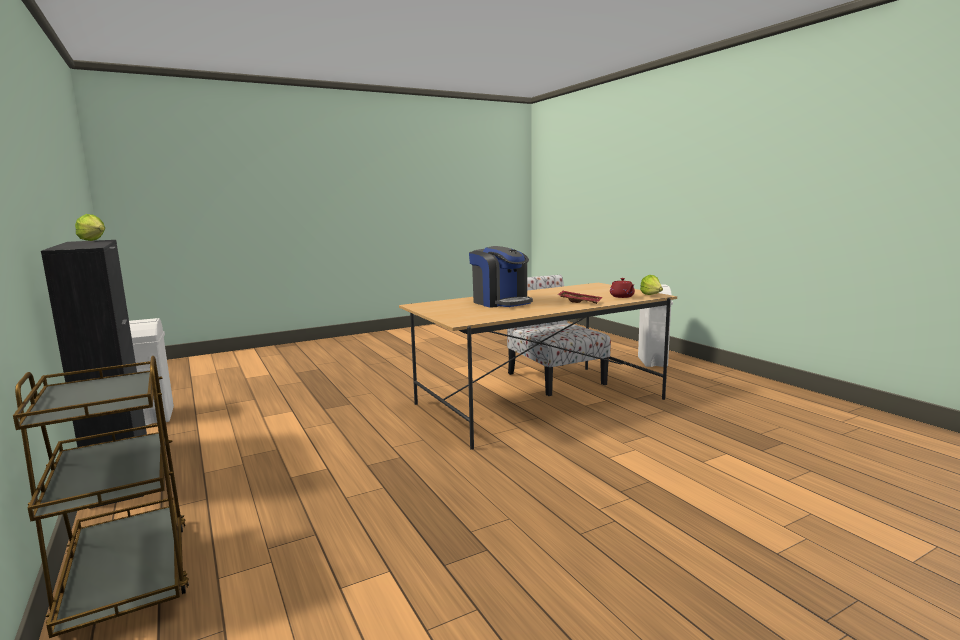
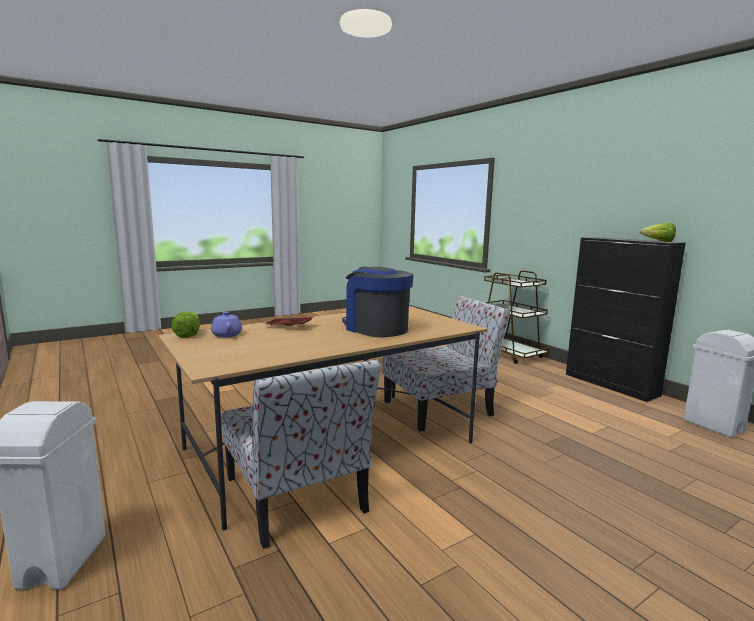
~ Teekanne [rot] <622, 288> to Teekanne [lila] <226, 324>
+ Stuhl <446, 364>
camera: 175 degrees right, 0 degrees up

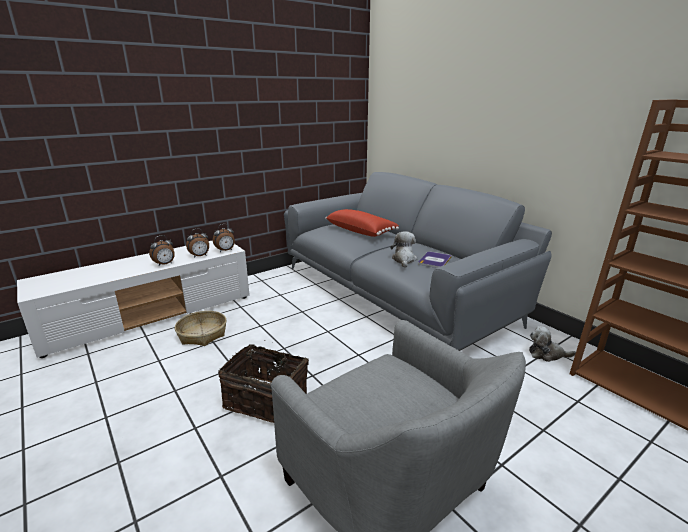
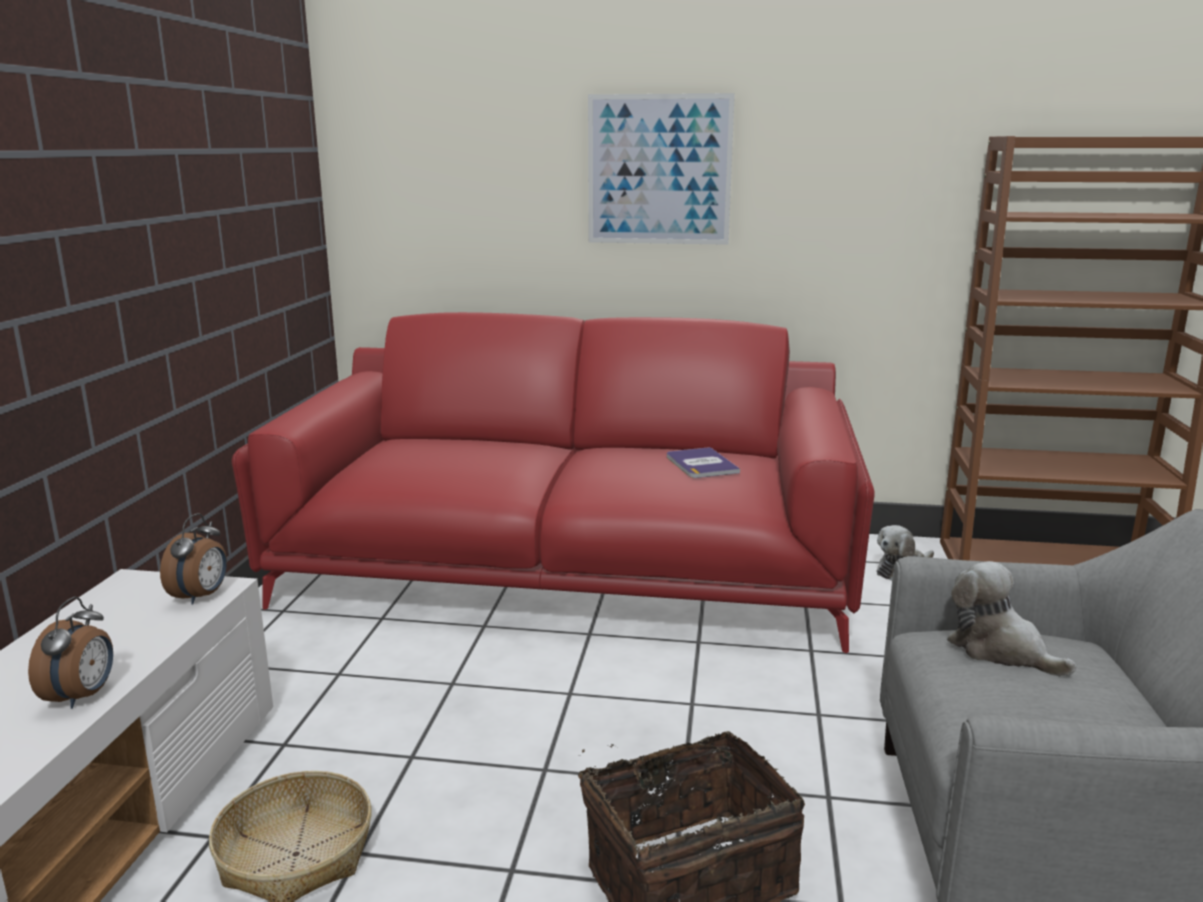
~ Sofa [grau] <418, 261> to Sofa [rot] <553, 482>
- Kissen [rot] <362, 223>
- Wecker <197, 243>
~ Plüschtier <404, 249> to <1011, 618>
+ Bild <661, 169>
camera: 45 degrees left, 5 degrees down

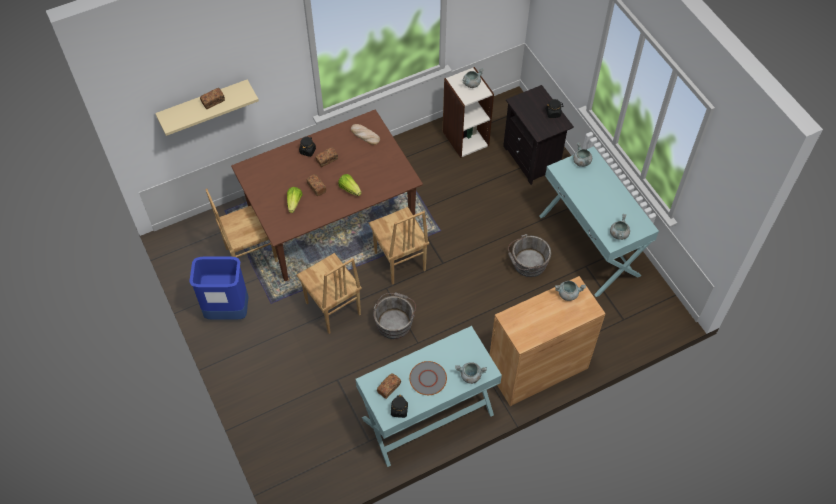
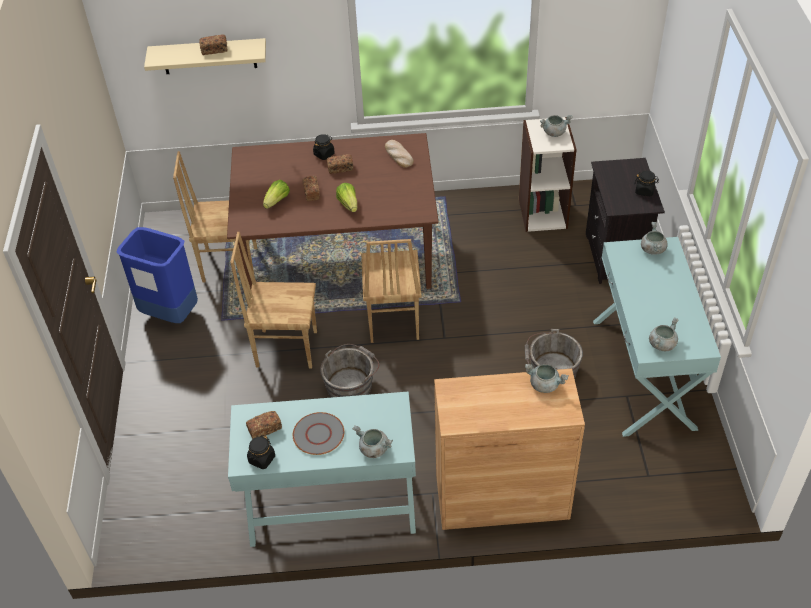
~ Stuhl [braun] <329, 293> = <273, 300> 105 degrees clockwise
camera: 25 degrees right, 10 degrees down

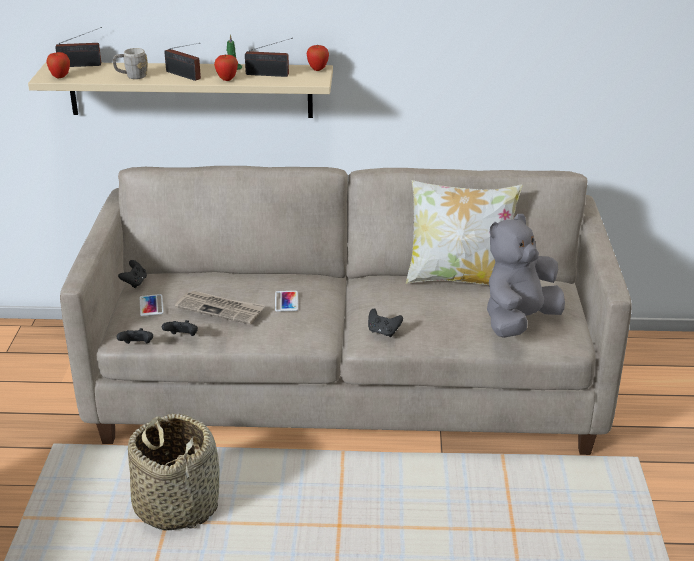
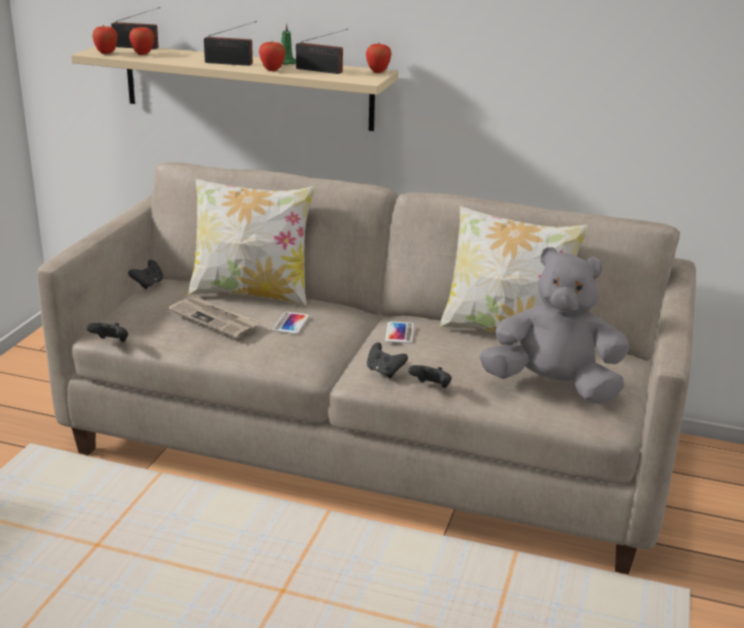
~ Radio <182, 62> = <230, 43> 45 degrees counterclockwise
- Henkelbecher [grau] <130, 63>
~ Plüschtier [grau] <526, 276> = <554, 325> 45 degrees clockwise
~ Handy <152, 305> to <399, 332>
~ Gamepad [schwarz] <180, 328> to <430, 376>
- Korb <173, 472>
+ Apfel <141, 41>
+ Kissen <251, 243>
camera: 15 degrees right, 5 degrees down

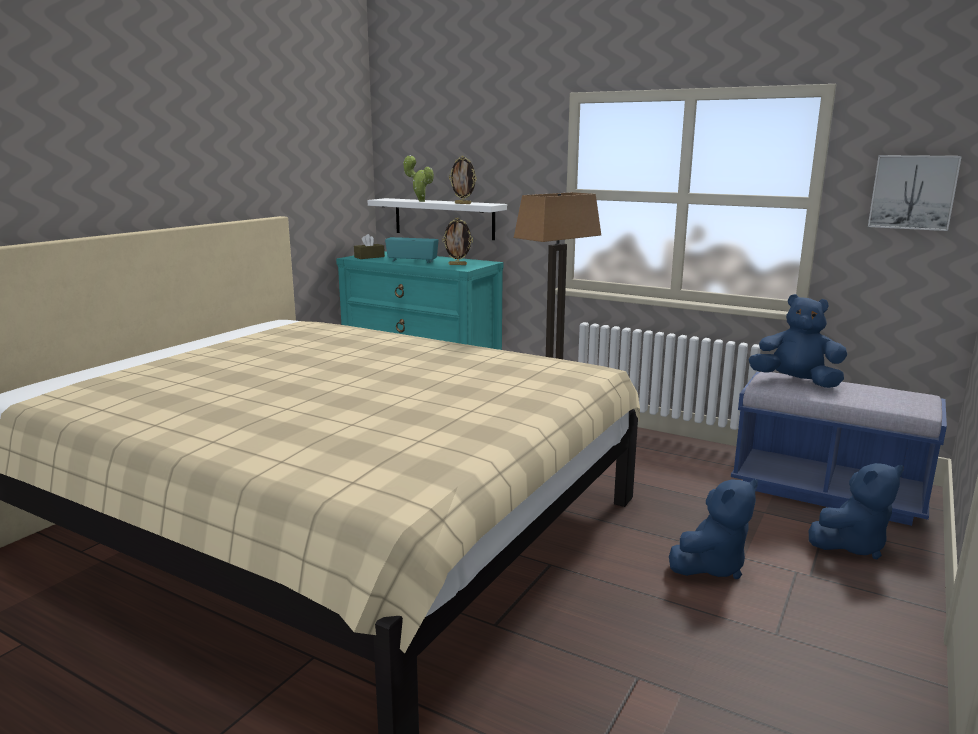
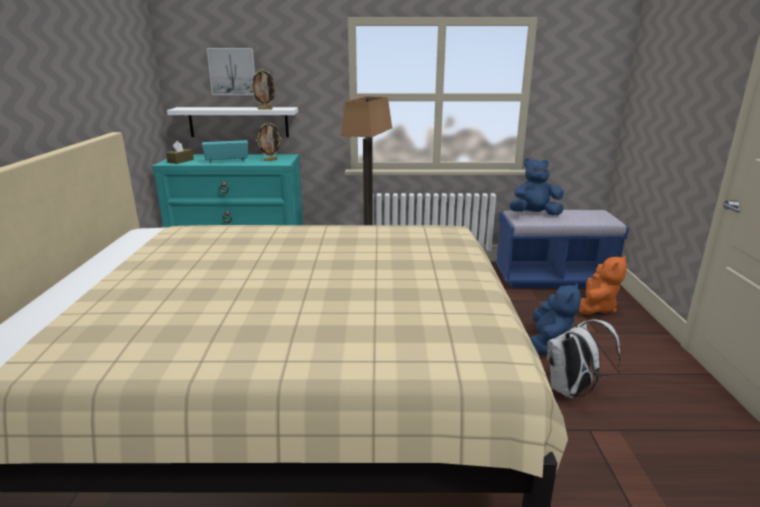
- Topfpflanze <418, 178>
~ Bild <915, 193> to <231, 71>
~ Plüschtier [blau] <856, 511> to Plüschtier [orange] <603, 285>
+ Rucksack [weiß] <584, 359>
camera: 30 degrees left, 5 degrees up

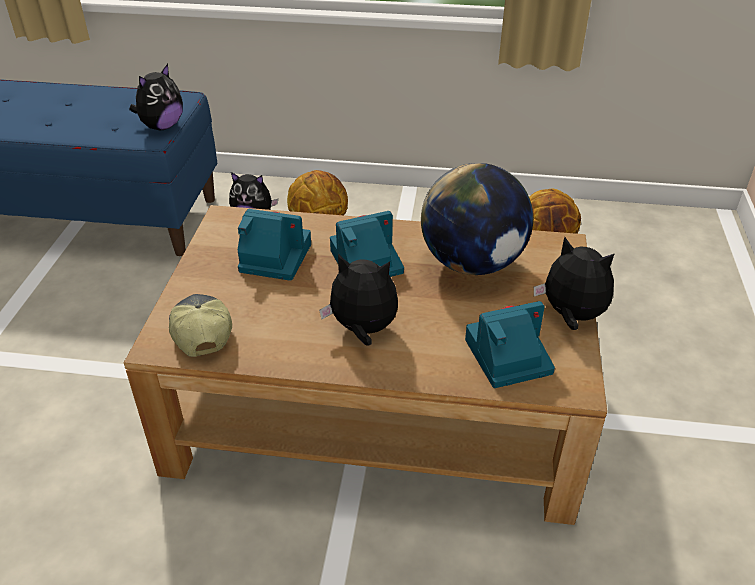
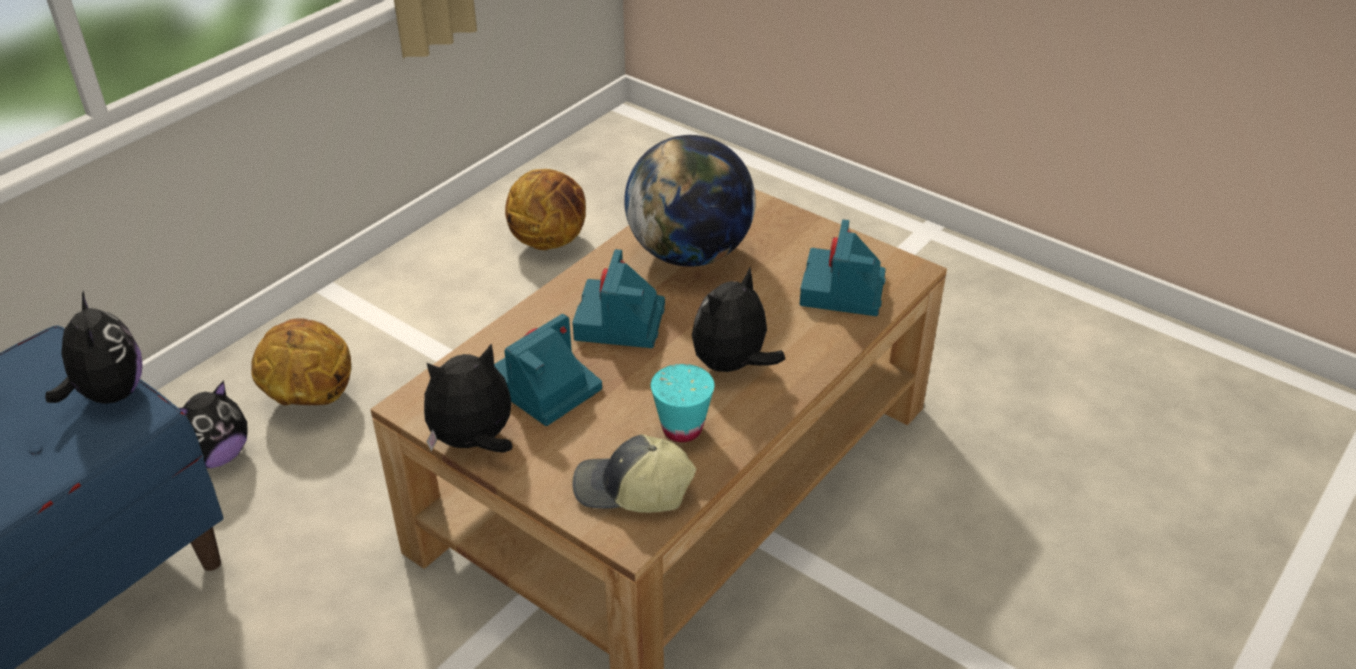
~ Plüschtier <574, 283> to <468, 398>
+ Tasse [türkis] <682, 403>
camera: 60 degrees left, 0 degrees up

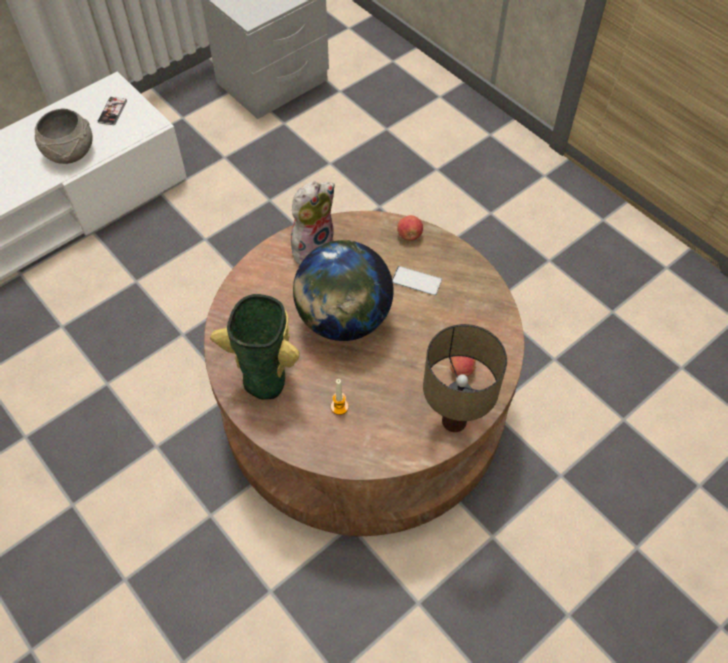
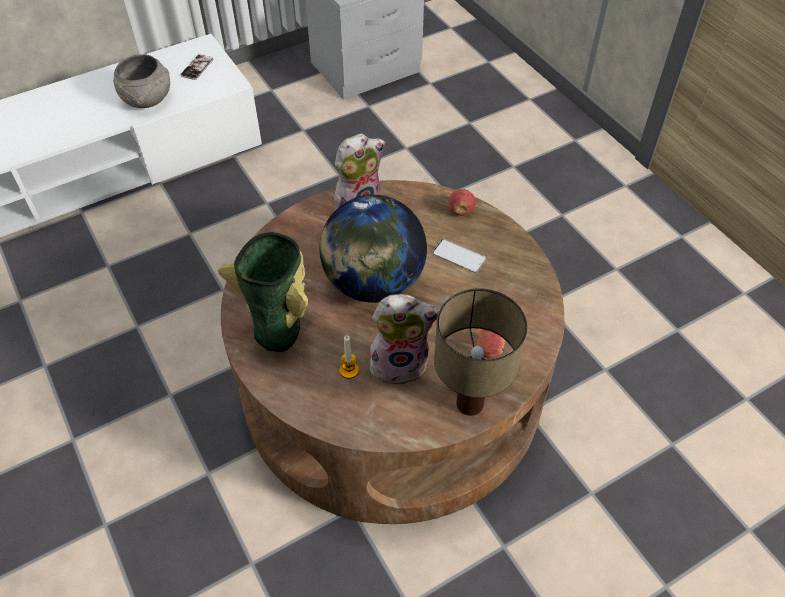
+ Plüschtier <404, 340>
camera: 10 degrees right, 5 degrees down

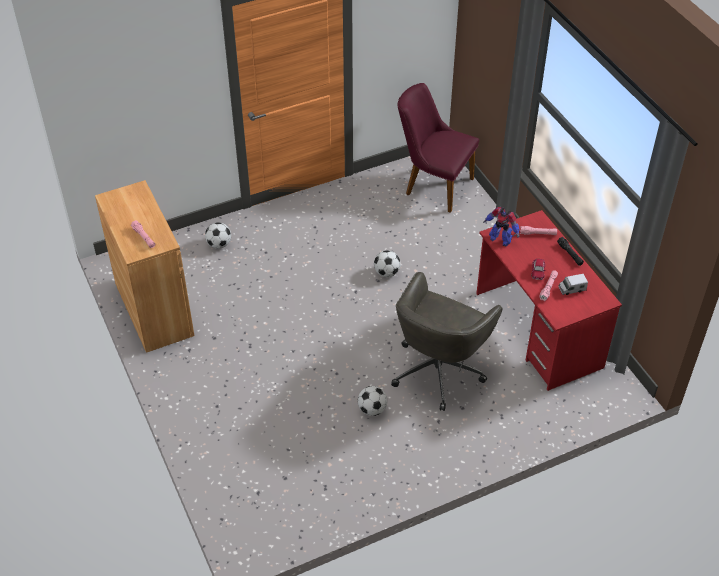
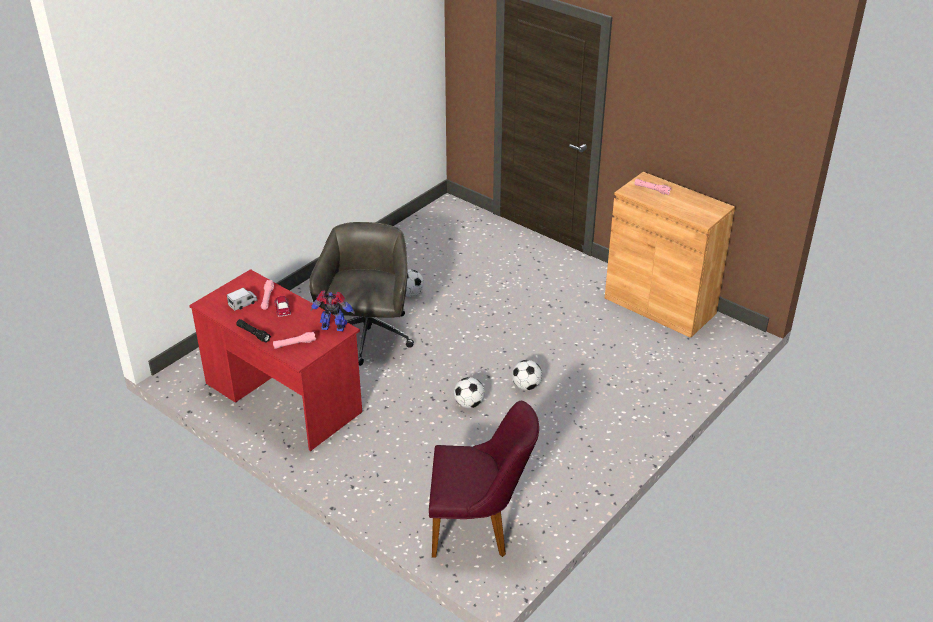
~ Fußball <218, 235> to <527, 375>
camera: 155 degrees right, 10 degrees down

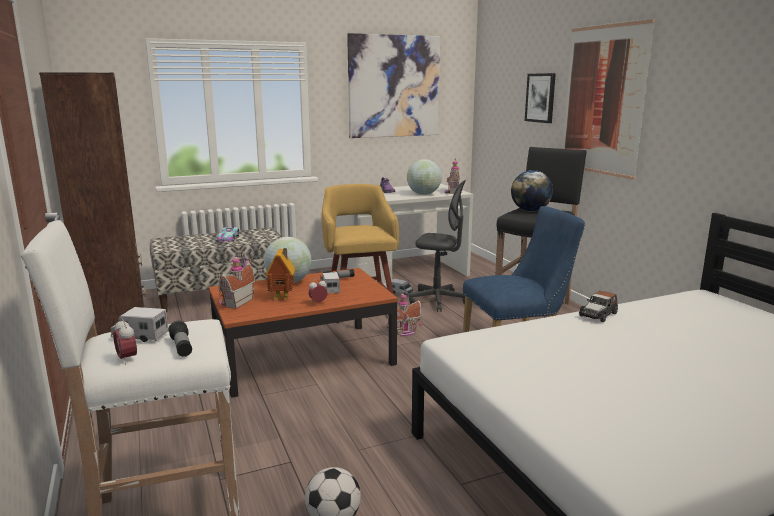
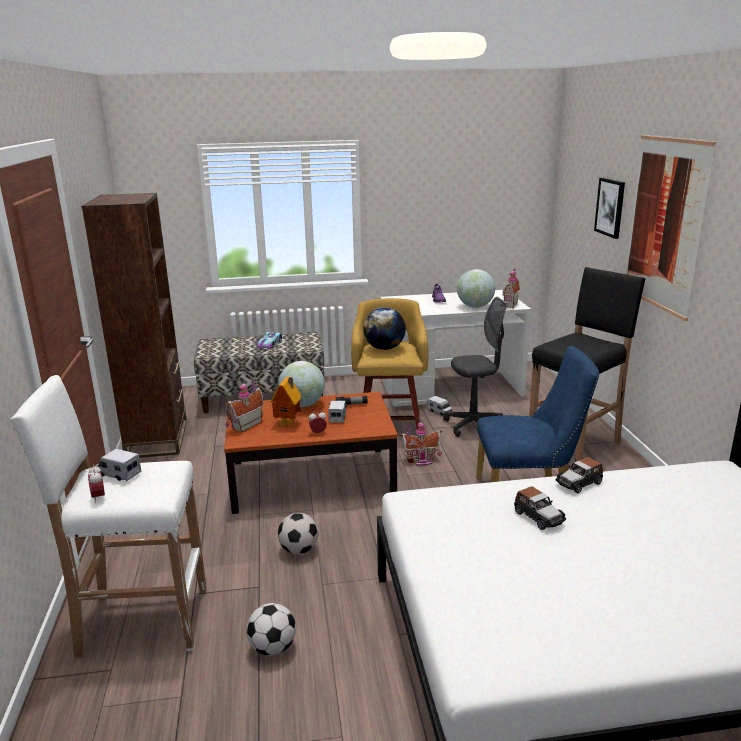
- Bild <393, 85>
~ Globus <532, 190> to <384, 328>
~ Bürostuhl [grau] <437, 246> = <475, 366> 45 degrees counterclockwise
- Taschenlampe <180, 338>
+ Spielzeugauto <540, 508>
+ Fußball <298, 533>
camera: 15 degrees right, 5 degrees up

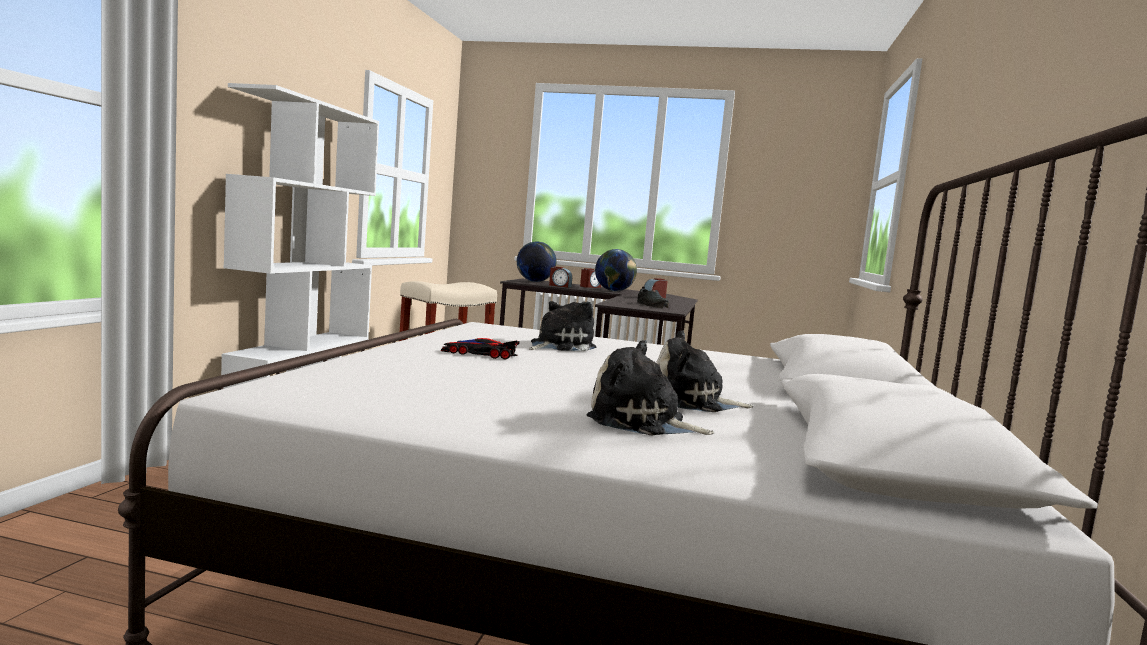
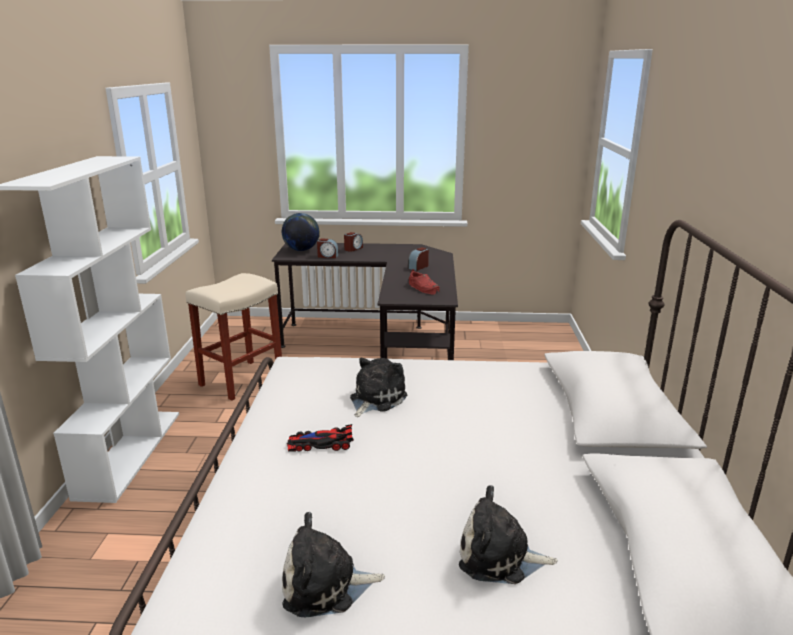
- Globus <616, 270>
~ Schuh [schwarz] <653, 297> to Schuh [rot] <424, 282>
~ Plüschtier <704, 371> to <333, 564>
camera: 10 degrees left, 15 degrees up

